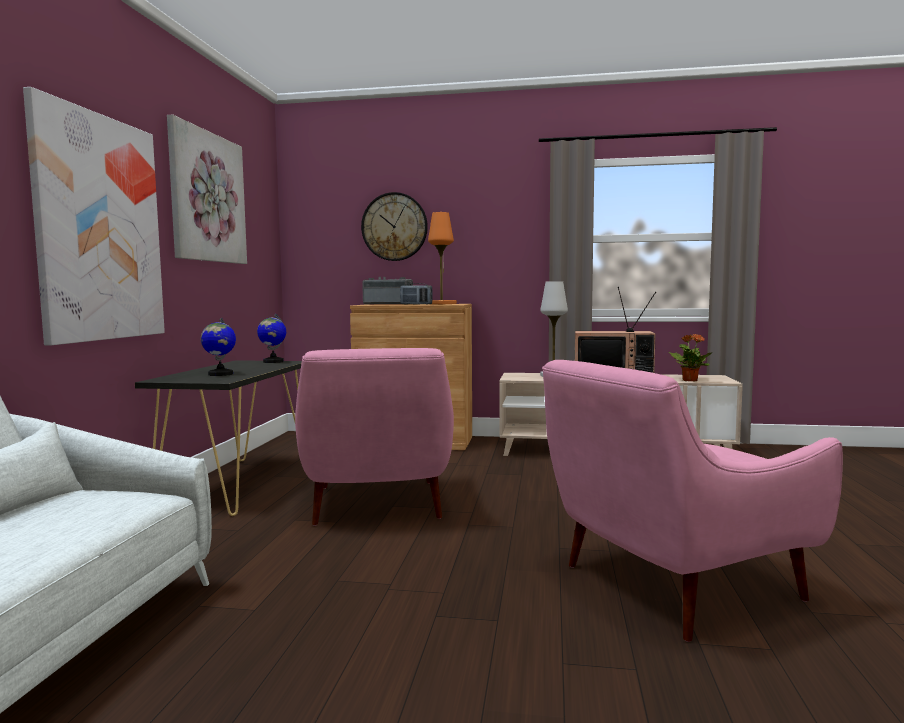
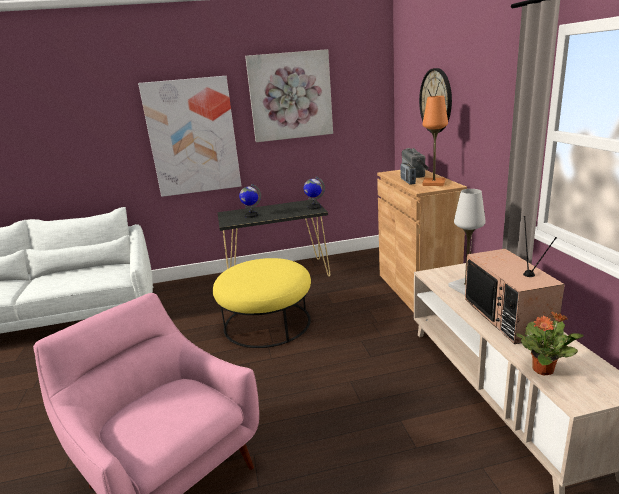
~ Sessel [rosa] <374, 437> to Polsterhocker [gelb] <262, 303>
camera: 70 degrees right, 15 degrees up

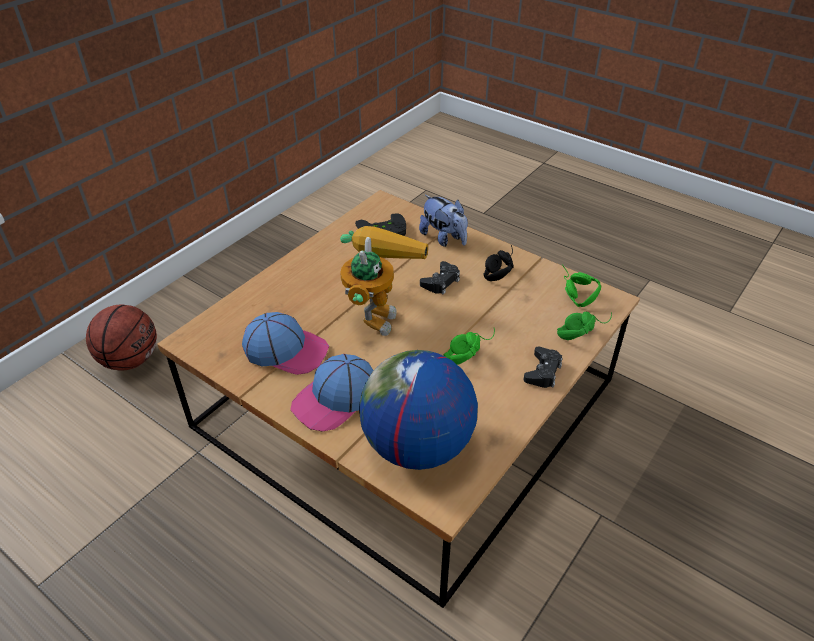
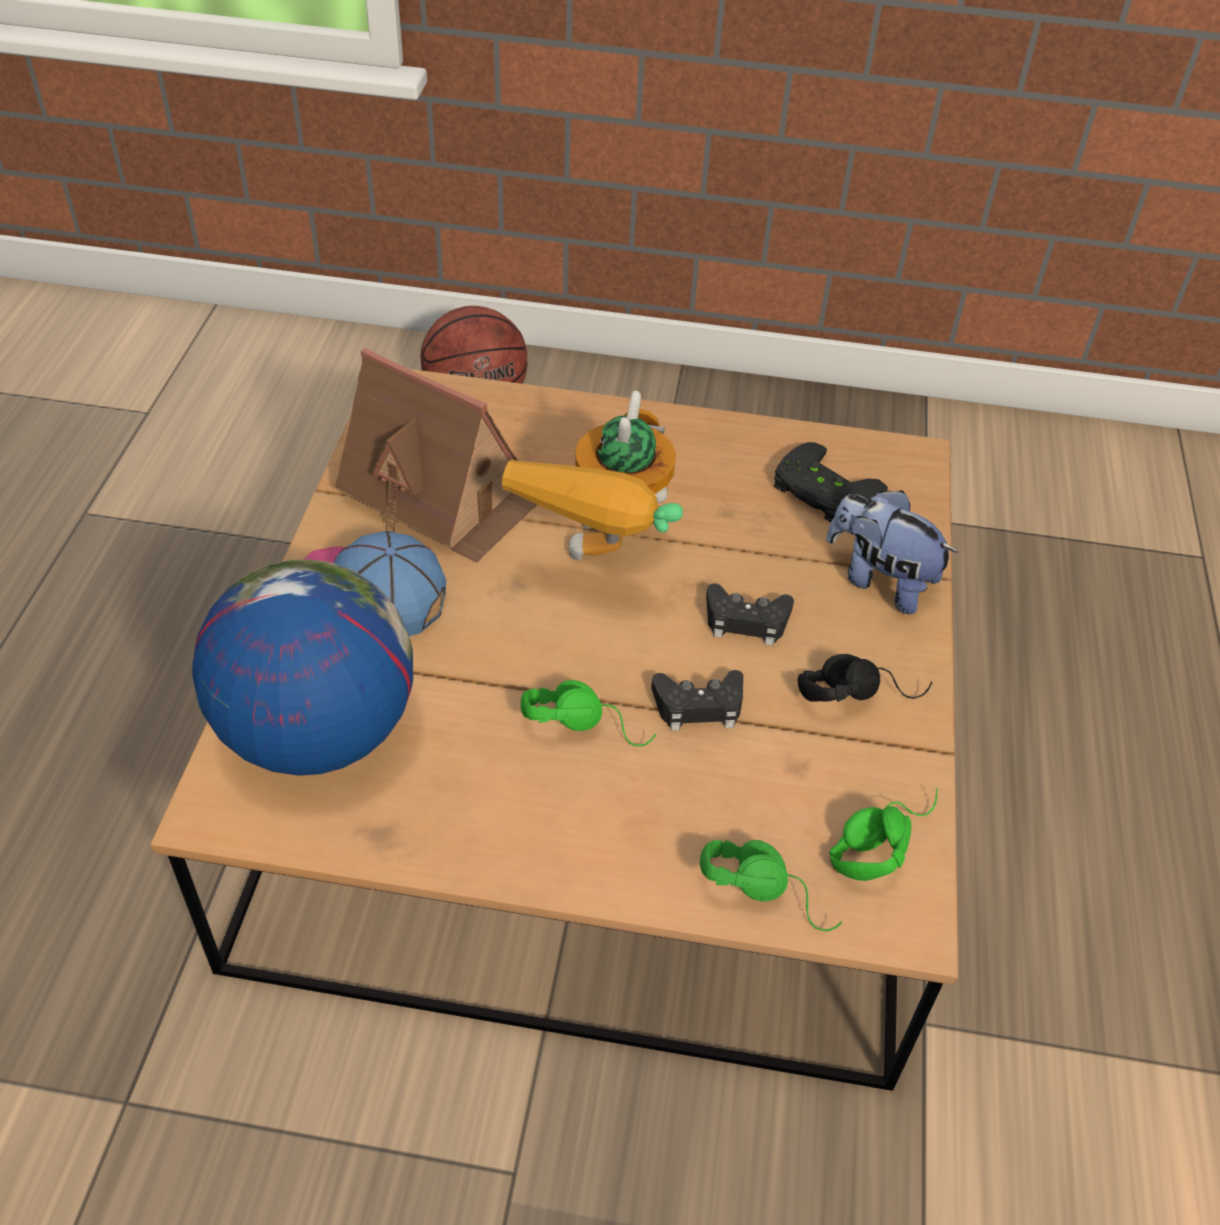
~ Plüschtier <443, 221> = <893, 552> 105 degrees clockwise
~ Spielzeugroboter <384, 281> = <592, 475> 120 degrees clockwise
~ Kappe <285, 343> to Spielzeughaus <436, 455>
~ Gamepad [schwarz] <543, 367> to <697, 700>
camera: 60 degrees right, 5 degrees up

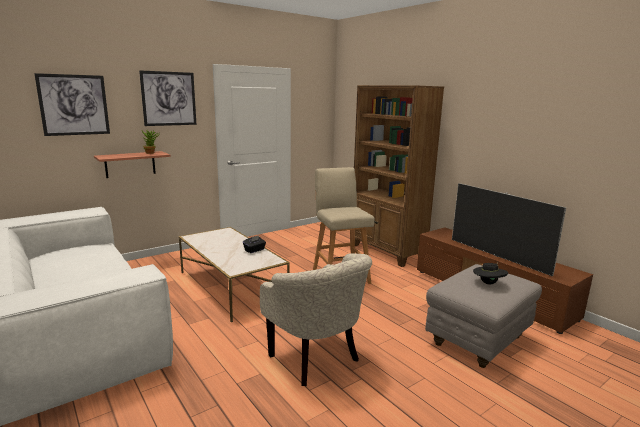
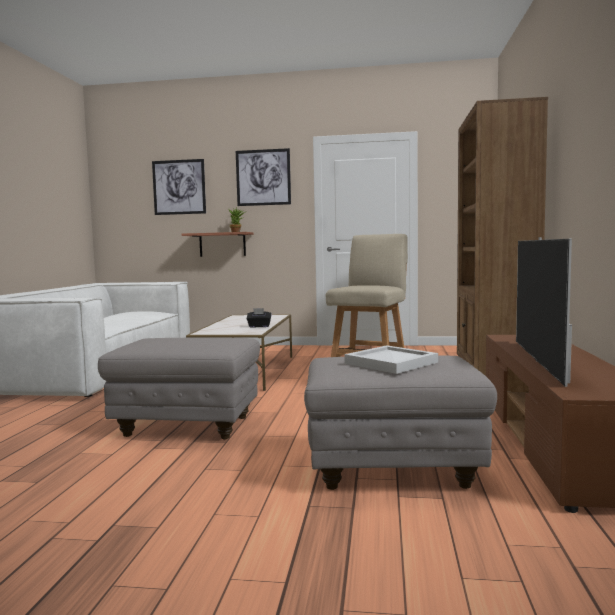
~ Sessel [beige] <316, 319> to Polsterhocker [grau] <179, 388>
~ Hut [schwarz] <490, 274> to Tablett [weiß] <391, 359>
camera: 45 degrees right, 10 degrees down

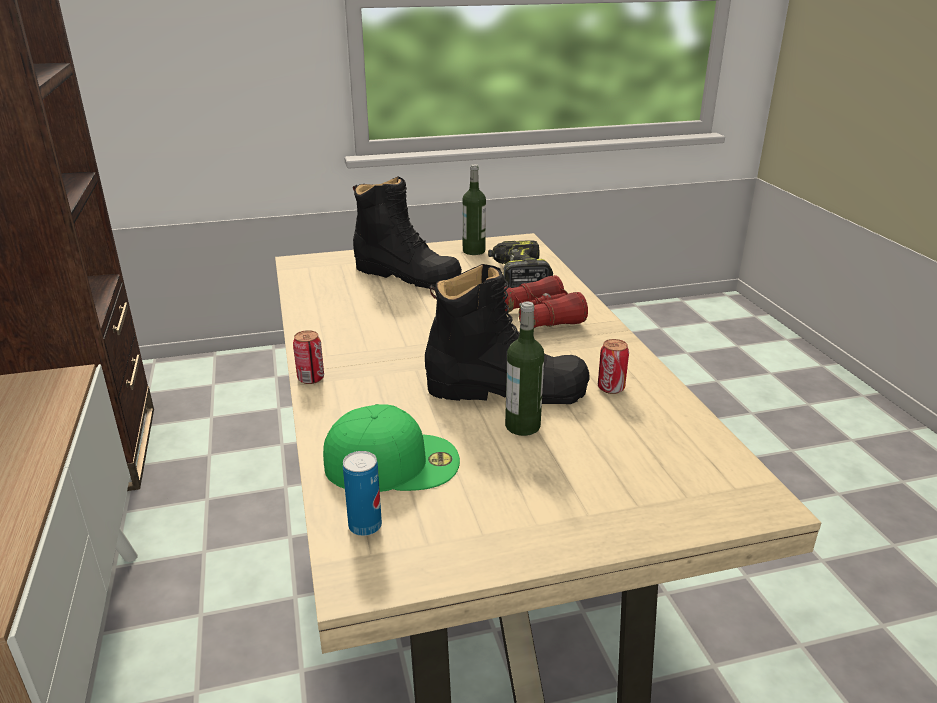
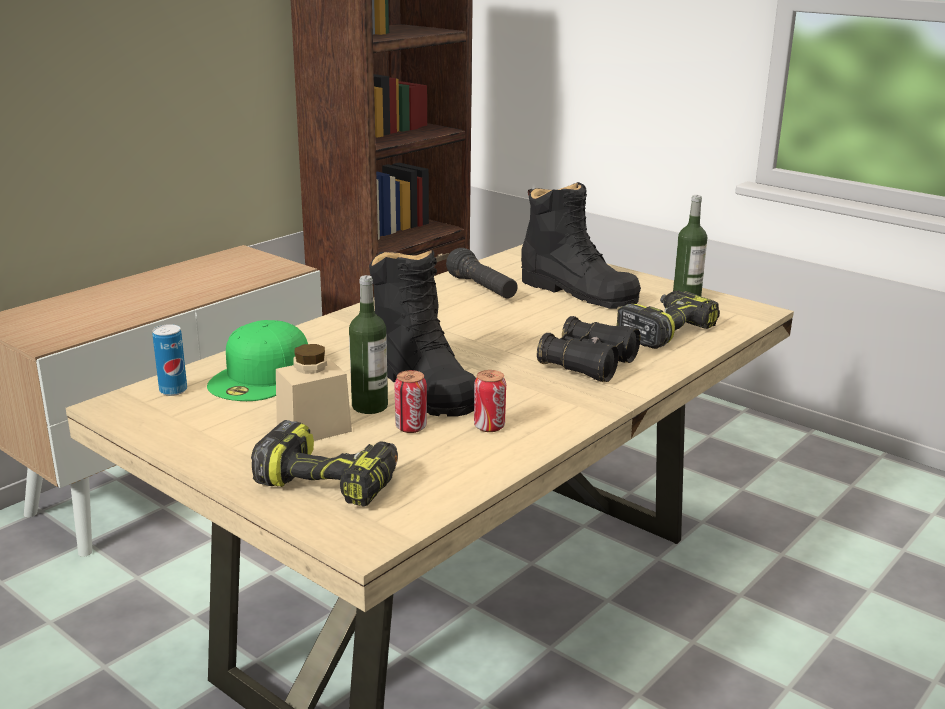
~ Stiefel [schwarz] <407, 233> = <581, 245> 45 degrees counterclockwise
~ Fernglas [rot] <545, 301> to Fernglas [schwarz] <589, 349>
~ Dose <308, 357> to <410, 401>
~ Kappe [grün] <391, 448> = <257, 360> 60 degrees clockwise
+ Taschenlampe [schwarz] <482, 273>
+ Vorratsglas [beige] <314, 392>
+ Bohrmaschine <324, 463>
camera: 55 degrees right, 5 degrees down

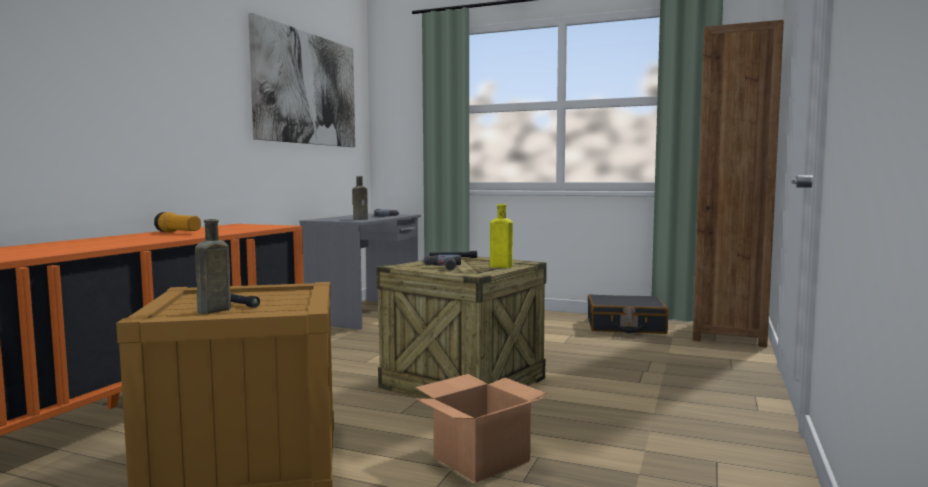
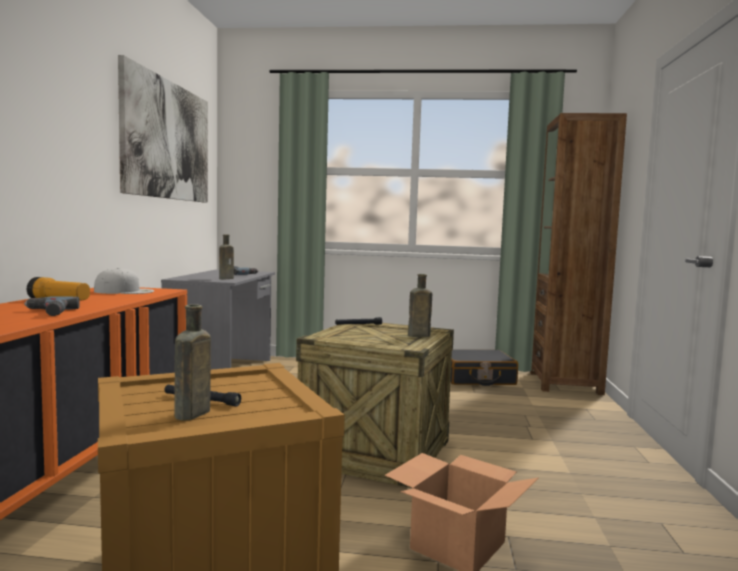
~ Flasche [gelb] <501, 236> to Flasche [braun] <420, 305>
~ Bohrmaschine <441, 262> to <52, 306>
+ Kappe [weiß] <124, 281>
camera: 15 degrees left, 0 degrees up

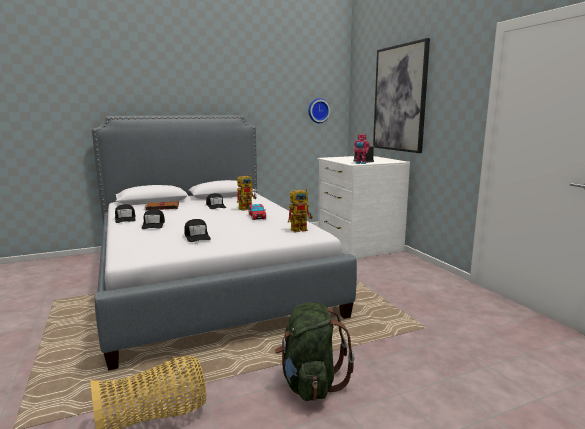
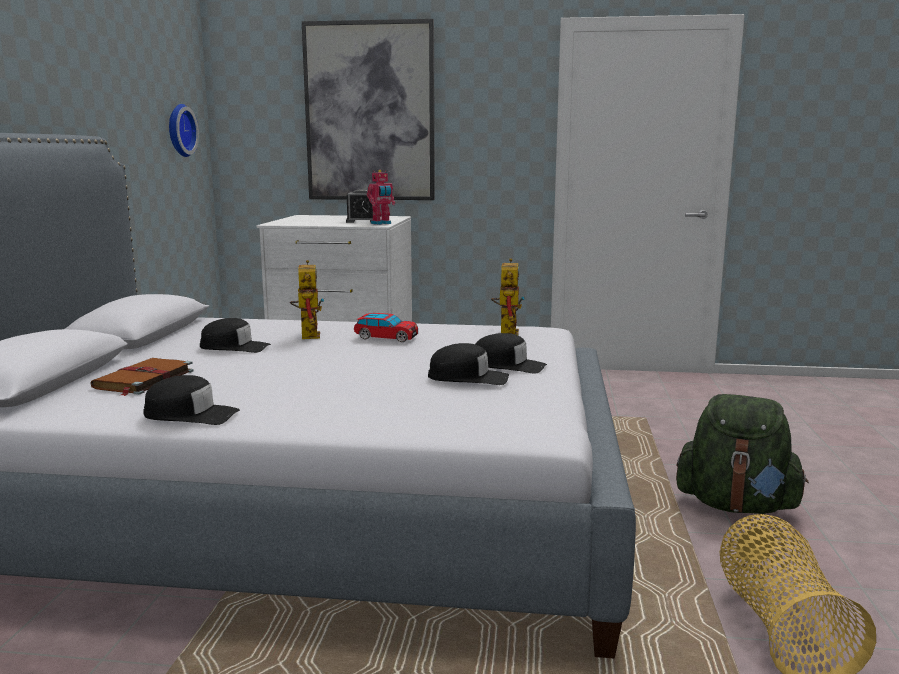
~ Kappe [schwarz] <153, 219> to <511, 353>
camera: 60 degrees left, 0 degrees up

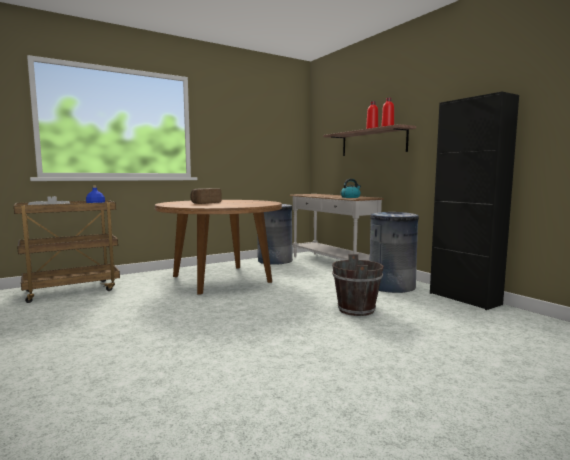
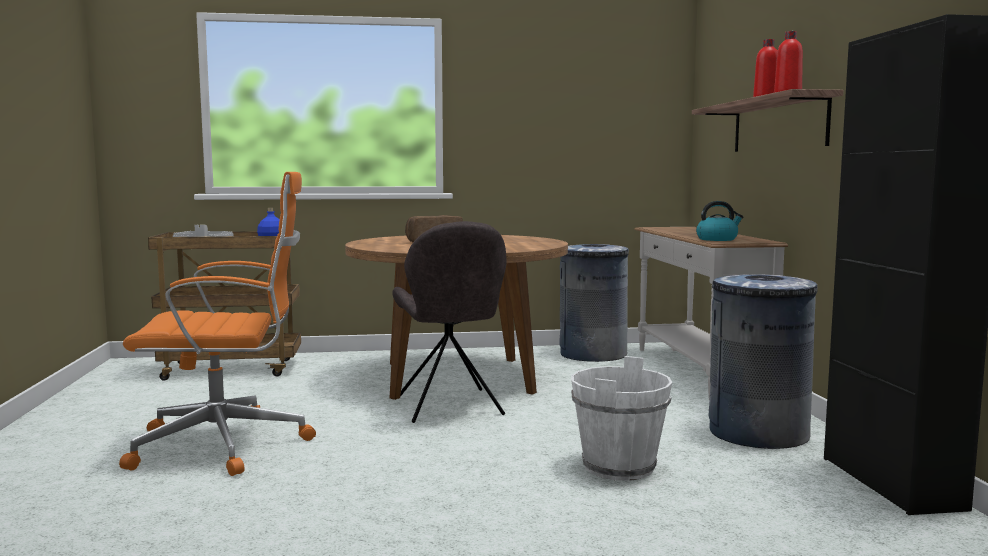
~ Eimer [braun] <358, 285> to Eimer [weiß] <621, 418>
+ Bürostuhl [orange] <217, 324>
+ Stuhl [grau] <449, 322>
camera: 25 degrees right, 0 degrees up

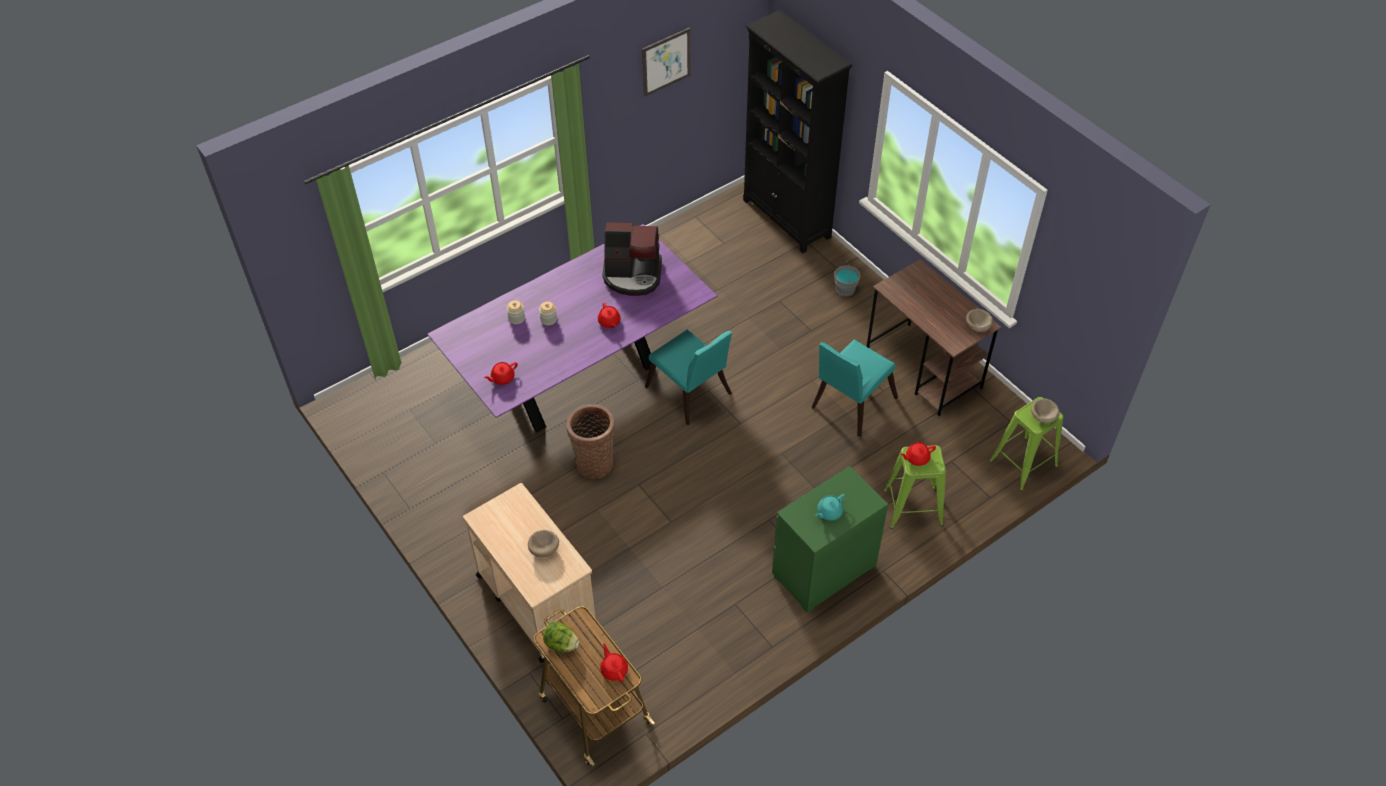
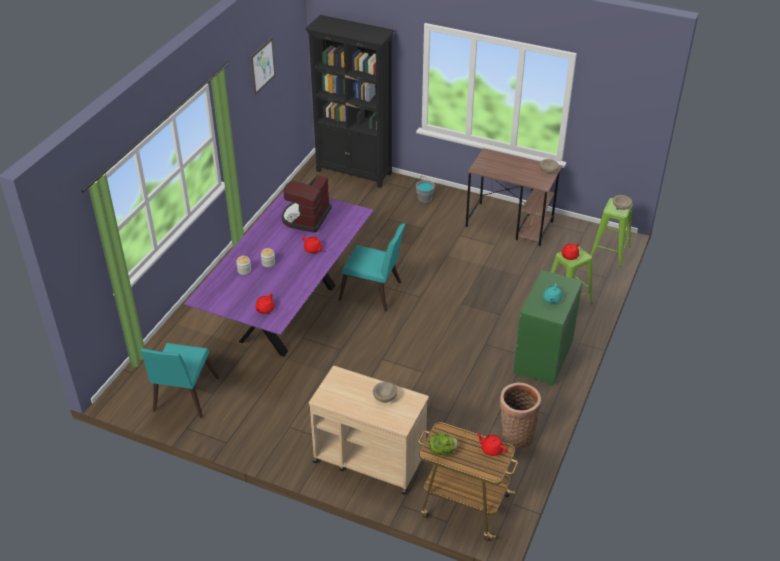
~ Kaffeemaschine <632, 259> = <306, 204> 135 degrees clockwise
~ Stuhl [türkis] <854, 388> to <180, 380>
~ Korb <590, 441> to <520, 416>
camera: 30 degrees left, 10 degrees down

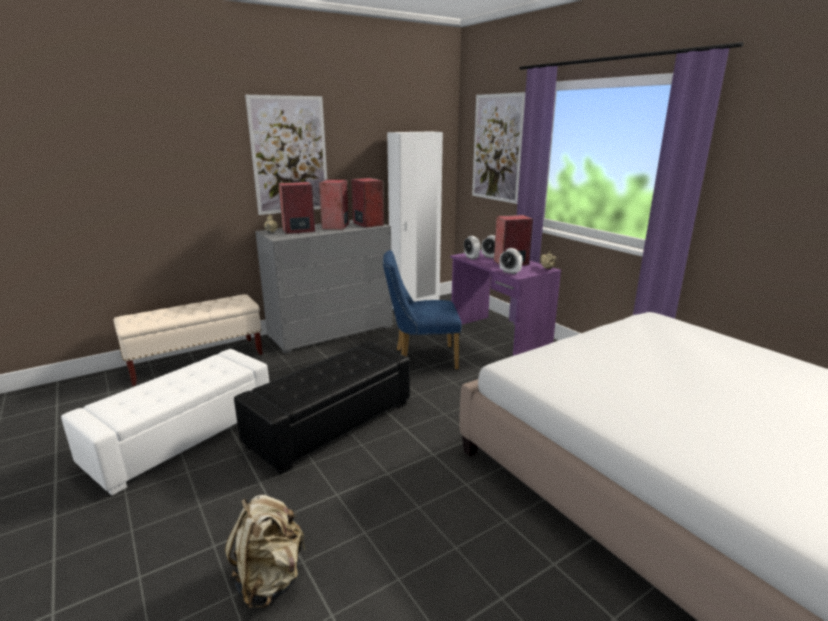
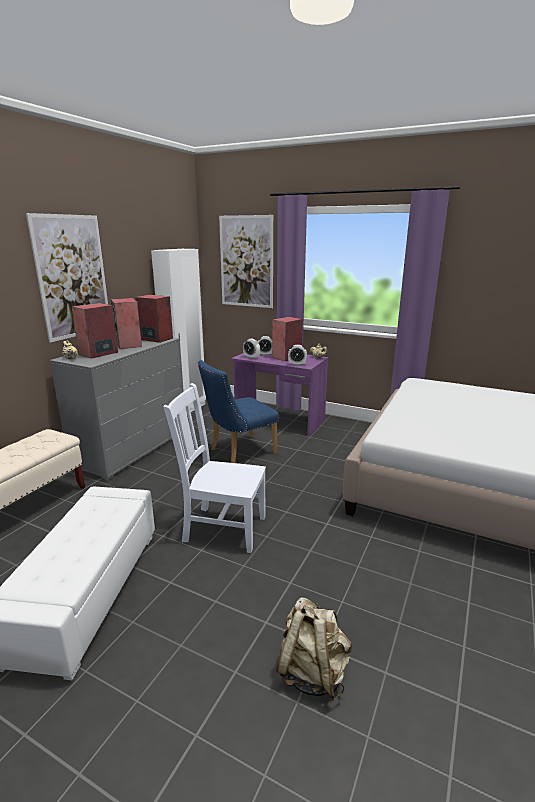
~ Polsterhocker [schwarz] <322, 408> to Stuhl [weiß] <215, 468>
camera: 30 degrees left, 0 degrees up

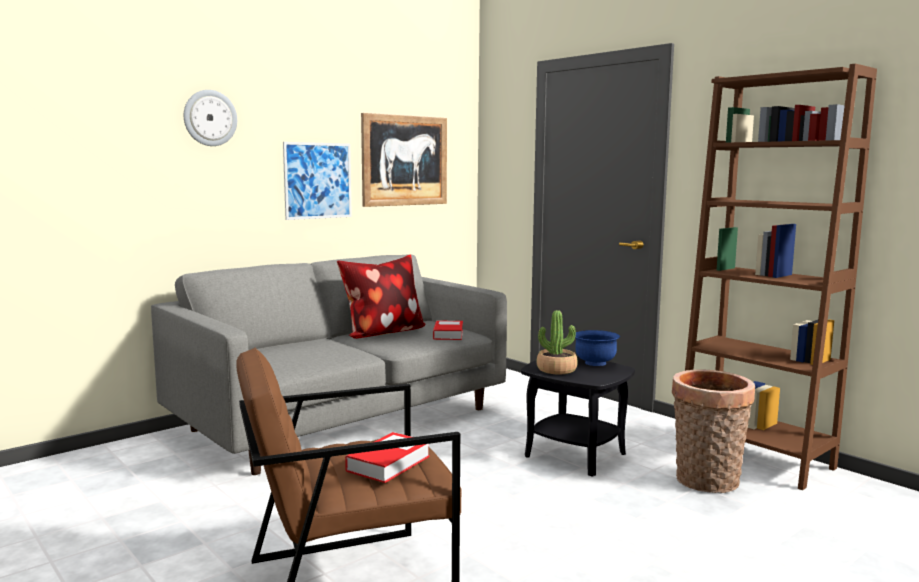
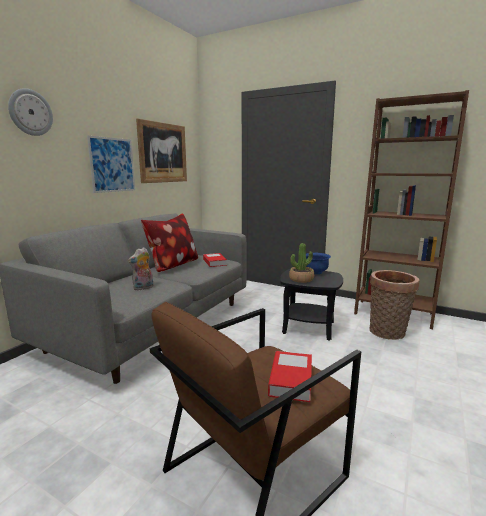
+ Plüschtier <140, 269>
camera: 20 degrees left, 5 degrees up

